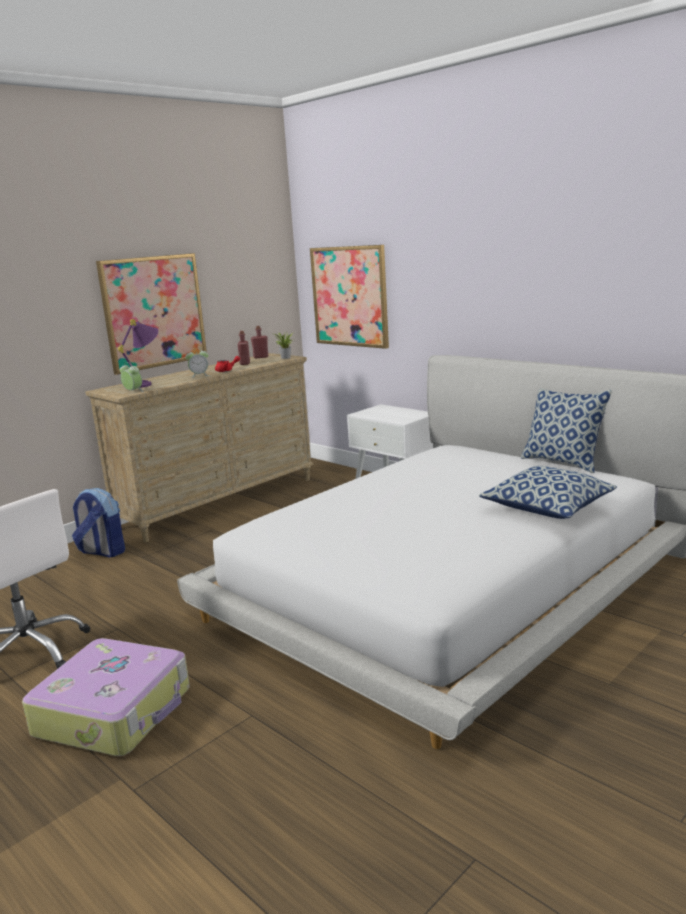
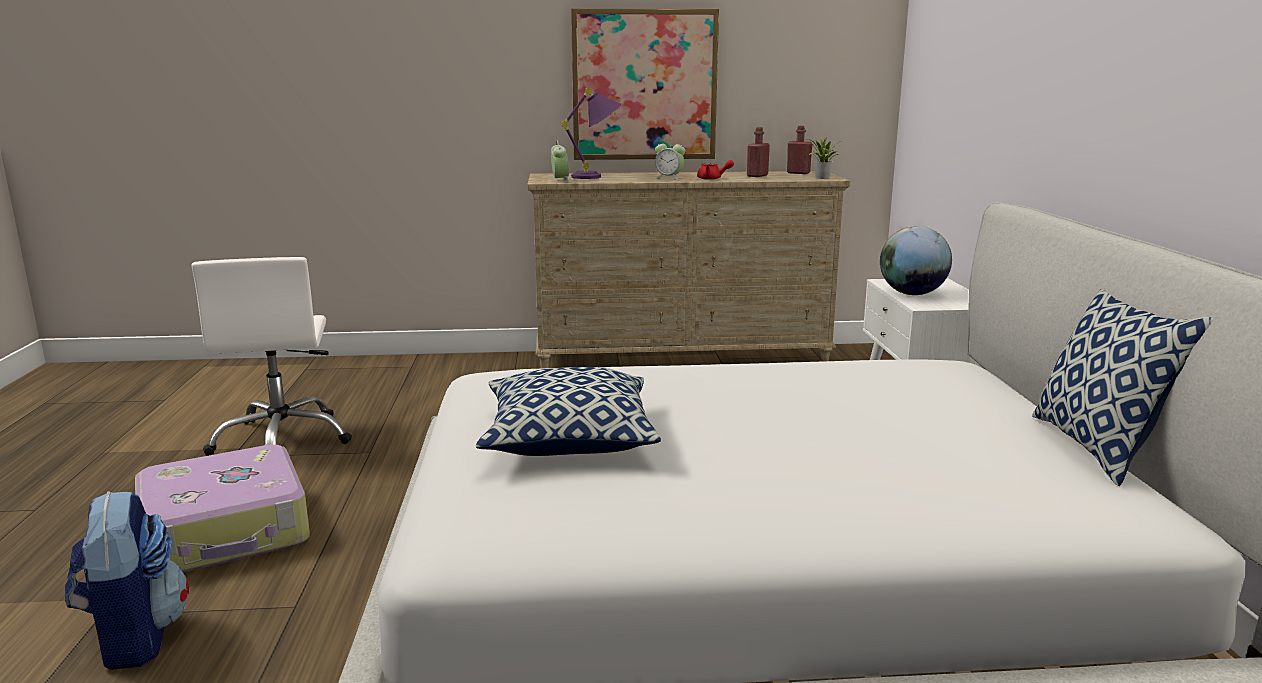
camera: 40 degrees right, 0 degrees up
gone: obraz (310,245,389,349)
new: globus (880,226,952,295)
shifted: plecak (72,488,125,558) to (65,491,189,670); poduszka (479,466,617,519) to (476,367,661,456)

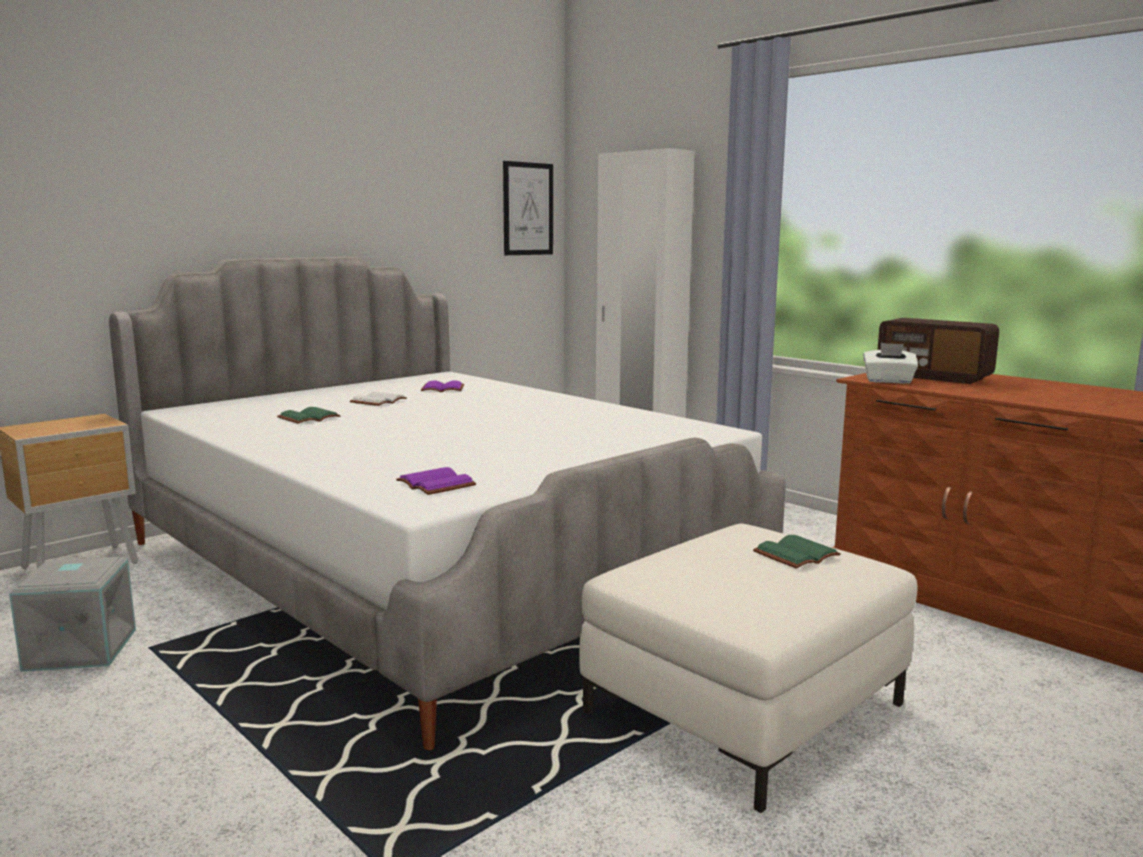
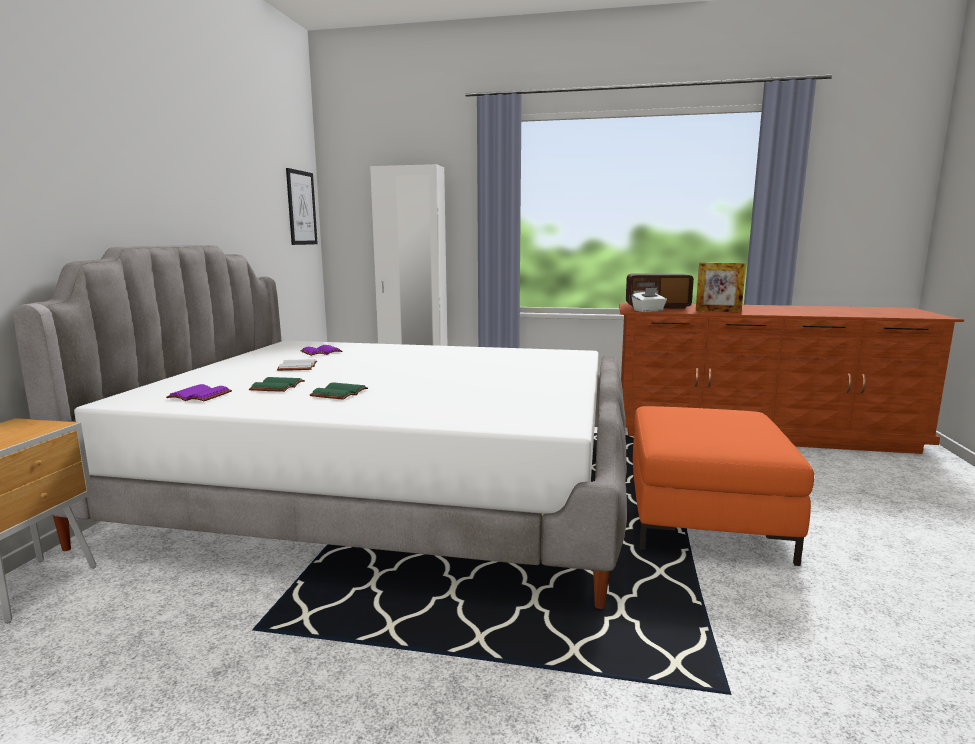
camera: 35 degrees left, 0 degrees up
gone: pojemnik do przechowywania [szary] (9,557,136,672)
new: ramka na zdjęcie (696,263,746,313)
shifted: książka [fioletowy] (396,467,476,495) to (166,384,232,401); książka [zielony] (753,535,841,569) to (310,383,368,400)
repainted: pufa [biały] (579,524,917,813) to pufa [pomarańczowy] (633,406,814,566)

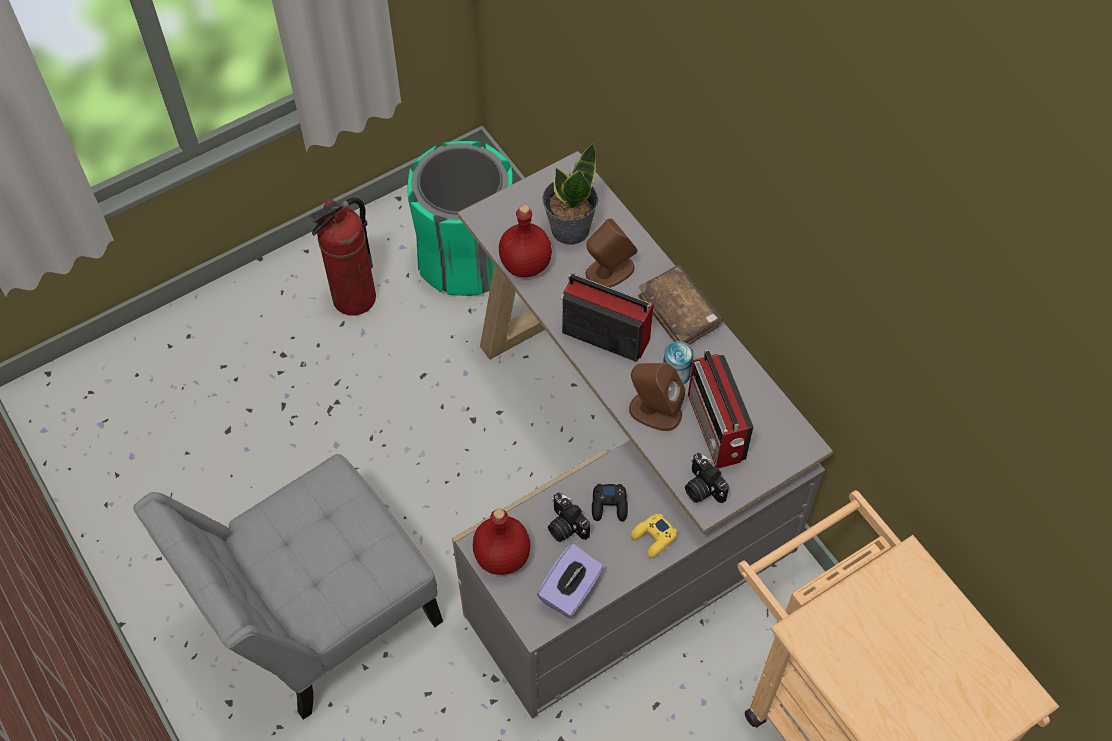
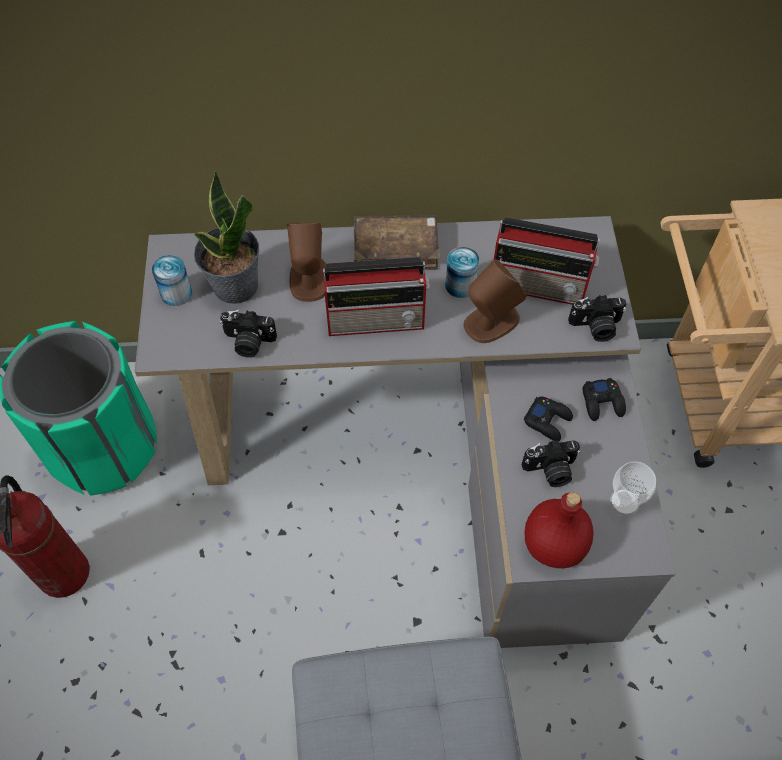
camera: 60 degrees left, 0 degrees up
new: puszka (152,255,192,306)
swapped: butelka [czerwony] (499,205,552,277) to aparat fotograficzny (220,310,277,358); pudełko chusteczek [fioletowy] (537,544,603,618) to filiżanka (610,461,656,515)
repainted: pad do gier [żółty] (631,514,677,558) to pad do gier [czarny] (583,378,626,421)
rotated: radio (561,274,654,362) = (323,257,430,336) 150 degrees counterclockwise

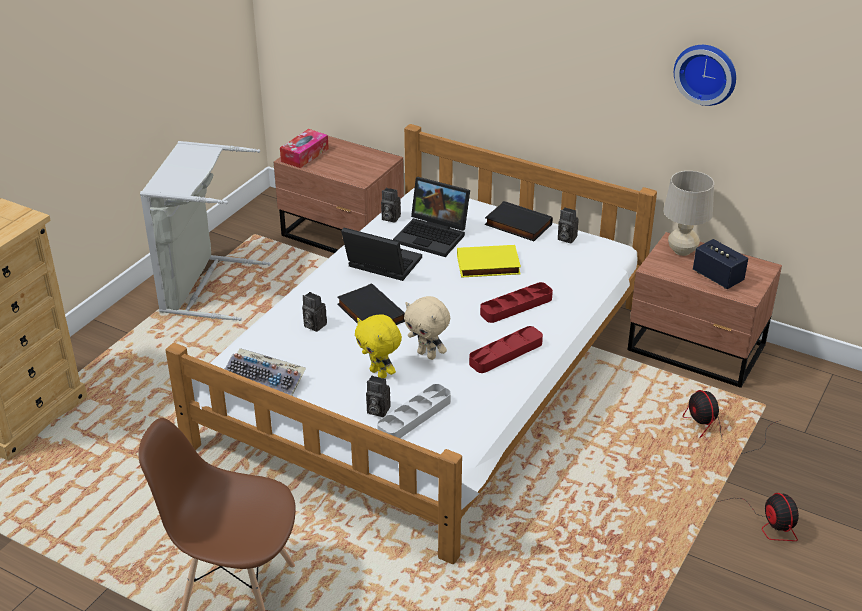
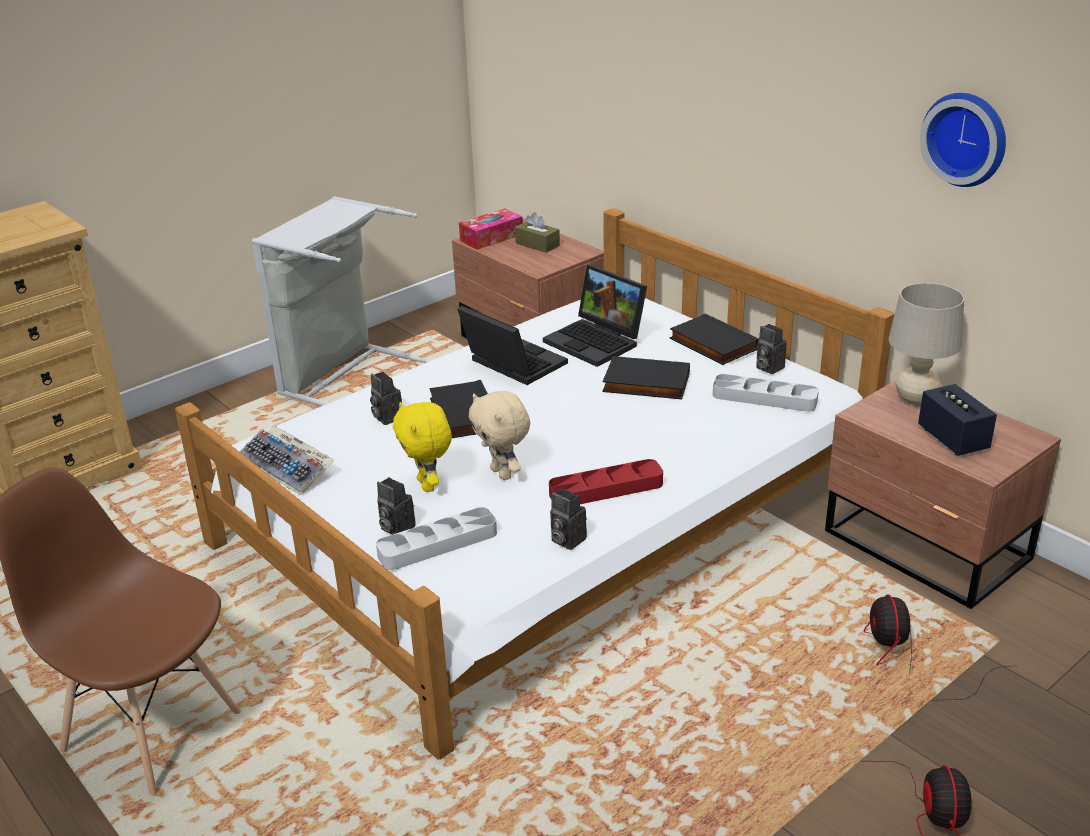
camera: 20 degrees right, 5 degrees down
gone: taca [czerwony] (480,282,553,323)
new: pudełko chusteczek [brązowy] (515,212,560,253); taca [szary] (713,374,819,412)
shifted: aparat fotograficzny (381,188,401,223) to (550,488,587,550)
repainted: książka [żółty] (457,245,521,278) to książka [czarny] (602,356,690,399)

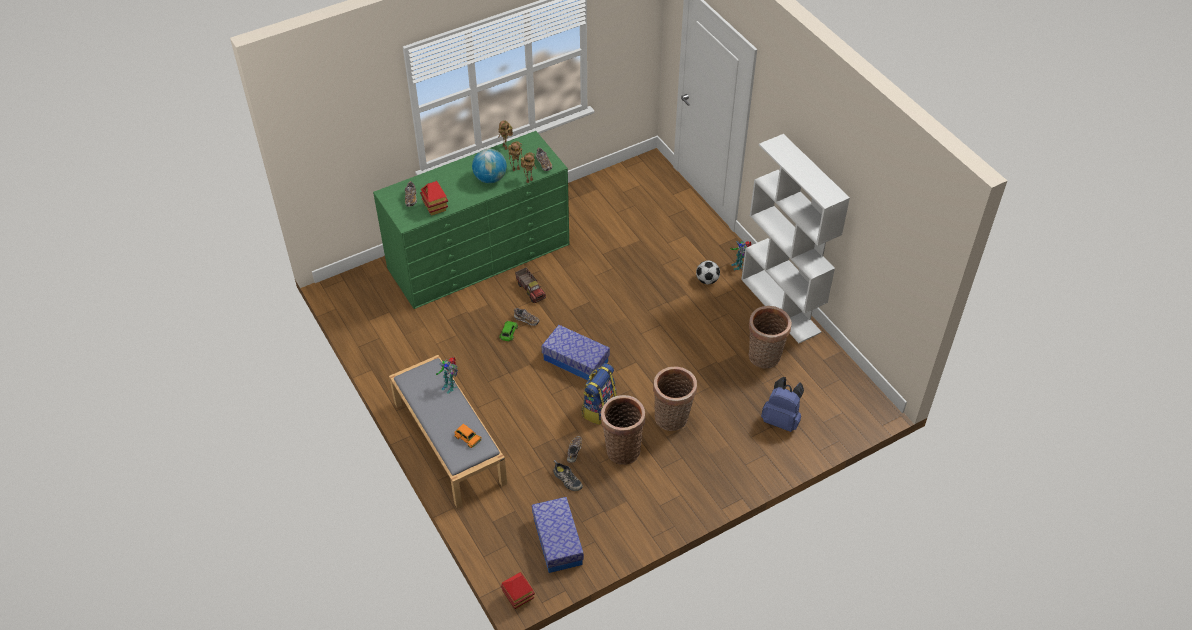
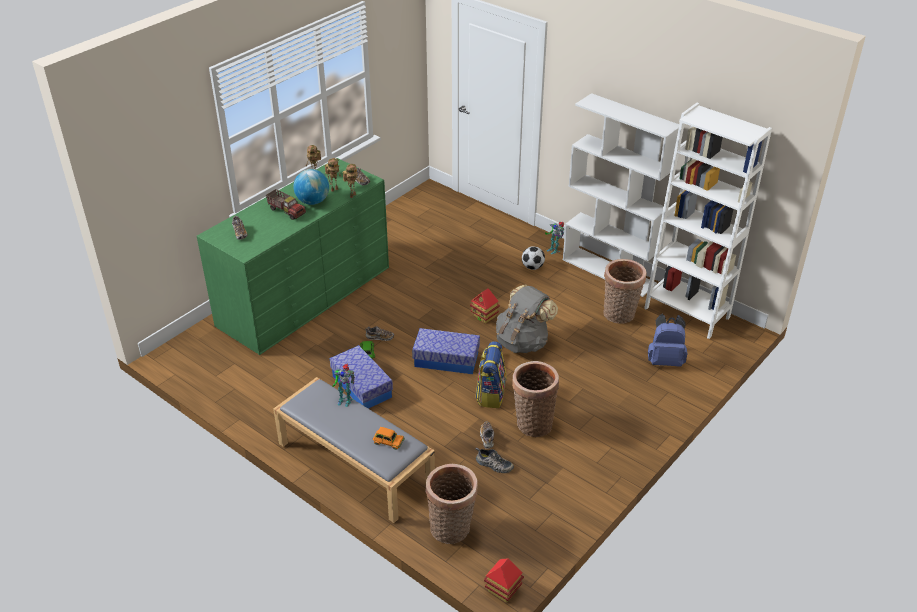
camera: 20 degrees left, 10 degrees down
new: plecak [szary] (496,284,558,353); regał [biały] (644,103,772,339)
shifted: ciężarówka zabawkowa (515,268,546,303) to (266,189,306,220); pojemnik do przechowywania (532,497,584,573) to (330,345,393,409); koszyk (653,366,697,431) to (425,464,478,544); domek (420,181,448,216) to (470,288,500,324)

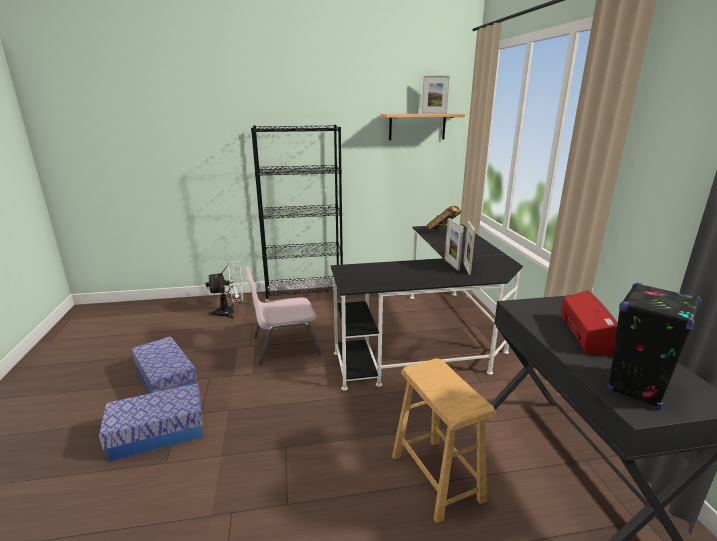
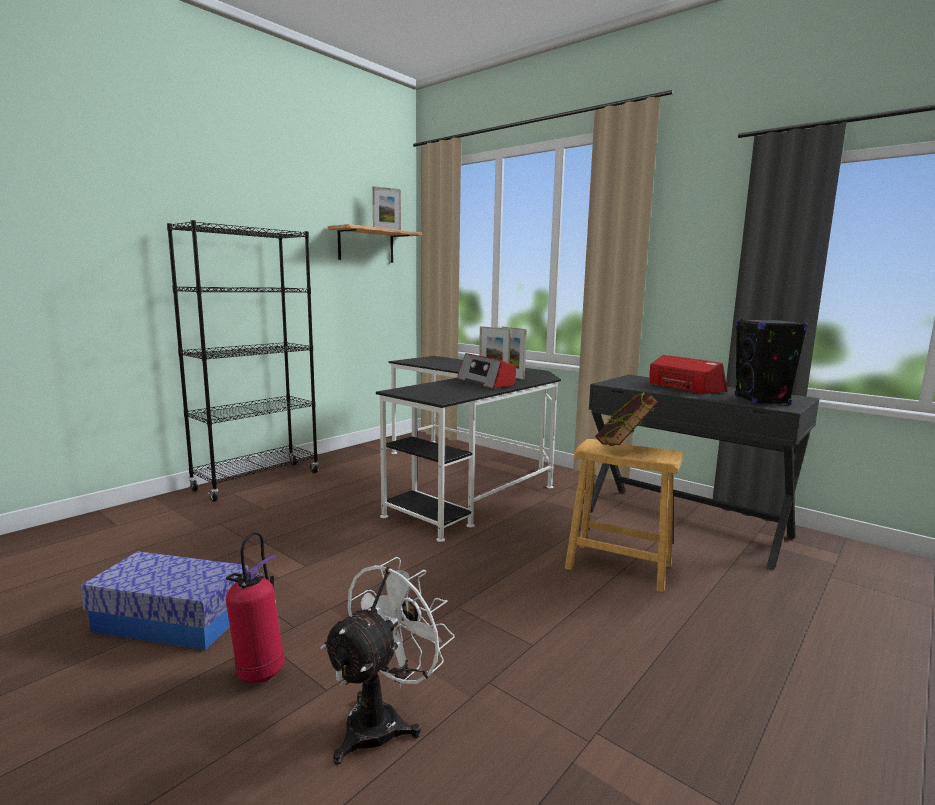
camera: 40 degrees left, 10 degrees down
gone: krzesło [różowy] (245,266,321,364)
new: radio (457,353,516,389)
shifted: wentylator [biały] (206,261,243,319) to (320,557,454,765); książka (427,205,462,231) to (595,392,659,446)
swapped: pojemnik do przechowywania (99,383,203,462) to gaśnica (226,531,285,683)

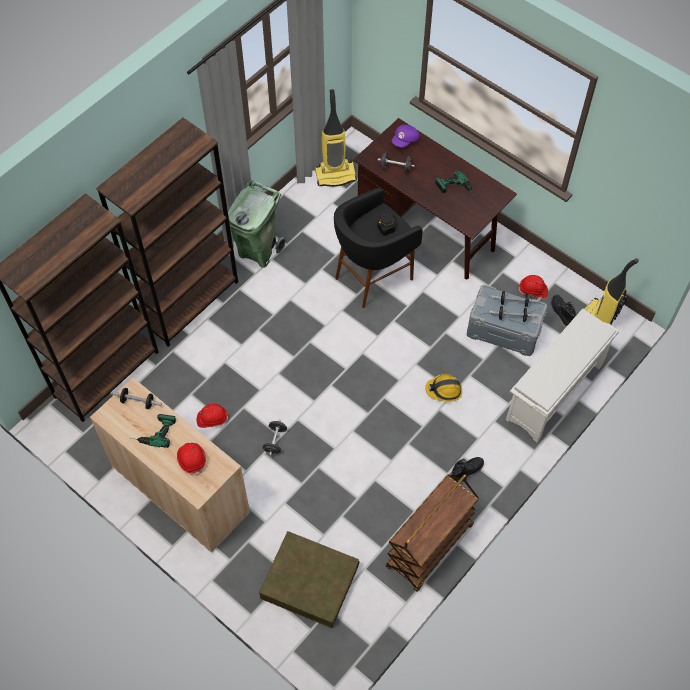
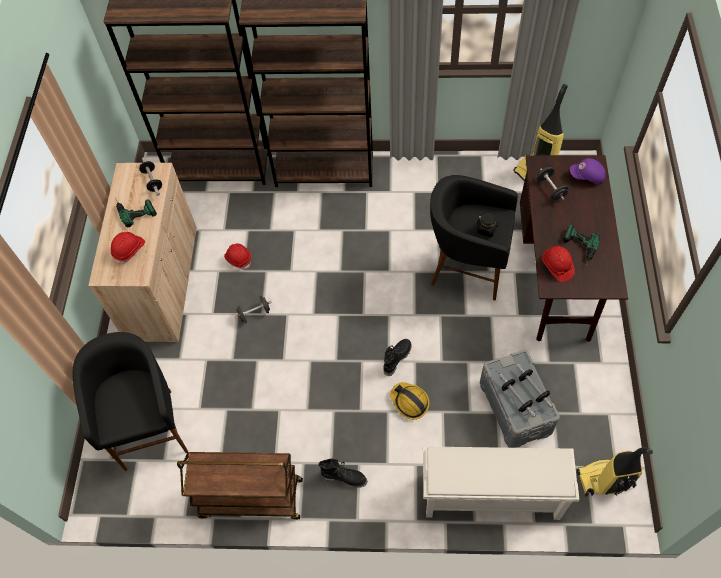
camera: 55 degrees right, 0 degrees up
gone: kosz na śmieci [zielony] (228,180,286,268)
shifted: but z cholewką [czarny] (551,295,576,328) to (383,339,412,376); kask [czerwony] (518,275,548,298) to (542,246,575,282)
swapped: pojemnik do przechowywania [brązowy] (259,531,360,628) to stołek [czarny] (72,332,188,471)

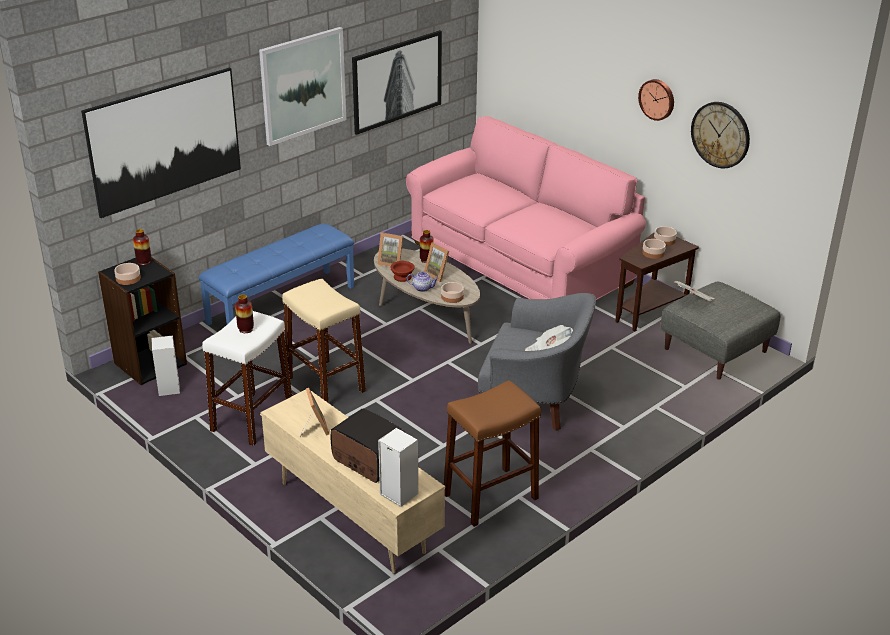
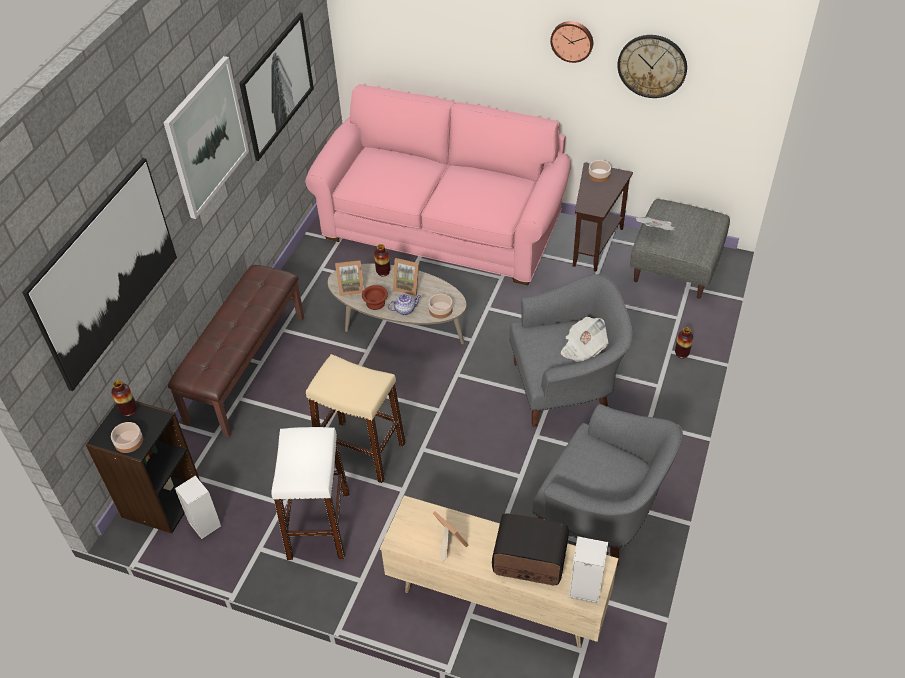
camera: 25 degrees left, 15 degrees up
gone: miska (642,239,666,259)
shifted: wazon (235,295,254,333) to (675,327,693,359)
swapped: stołek [brązowy] (444,380,541,527) to fotel [szary] (532,404,683,566)
repainted: ławka [niebieski] (199,224,354,326) to ławka [brązowy] (168,265,304,438)

